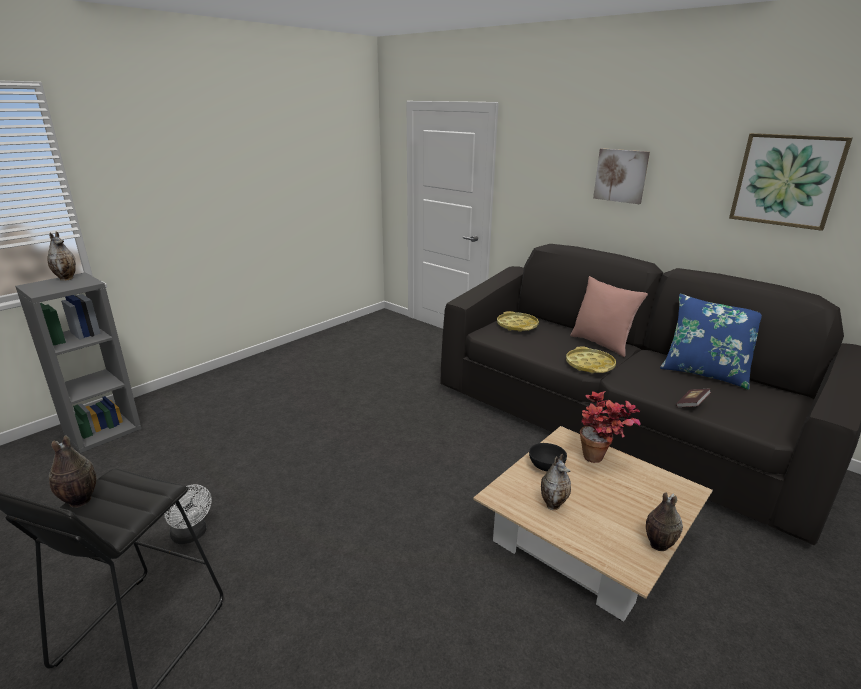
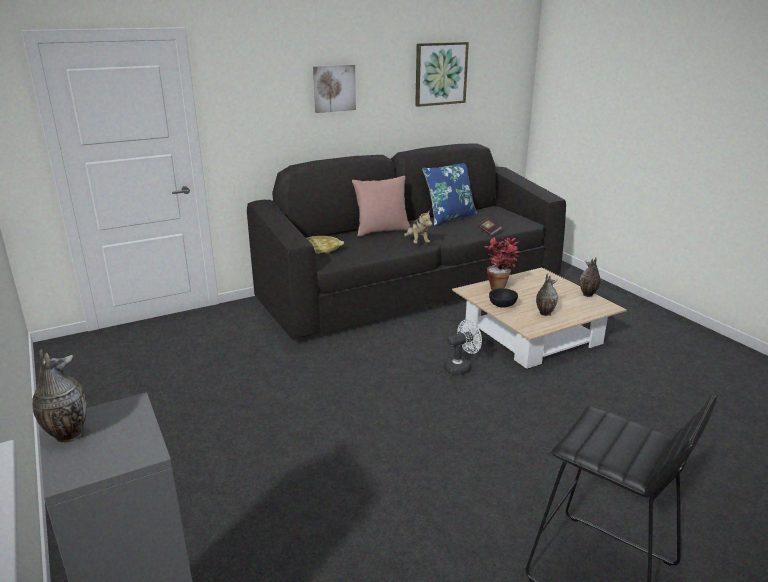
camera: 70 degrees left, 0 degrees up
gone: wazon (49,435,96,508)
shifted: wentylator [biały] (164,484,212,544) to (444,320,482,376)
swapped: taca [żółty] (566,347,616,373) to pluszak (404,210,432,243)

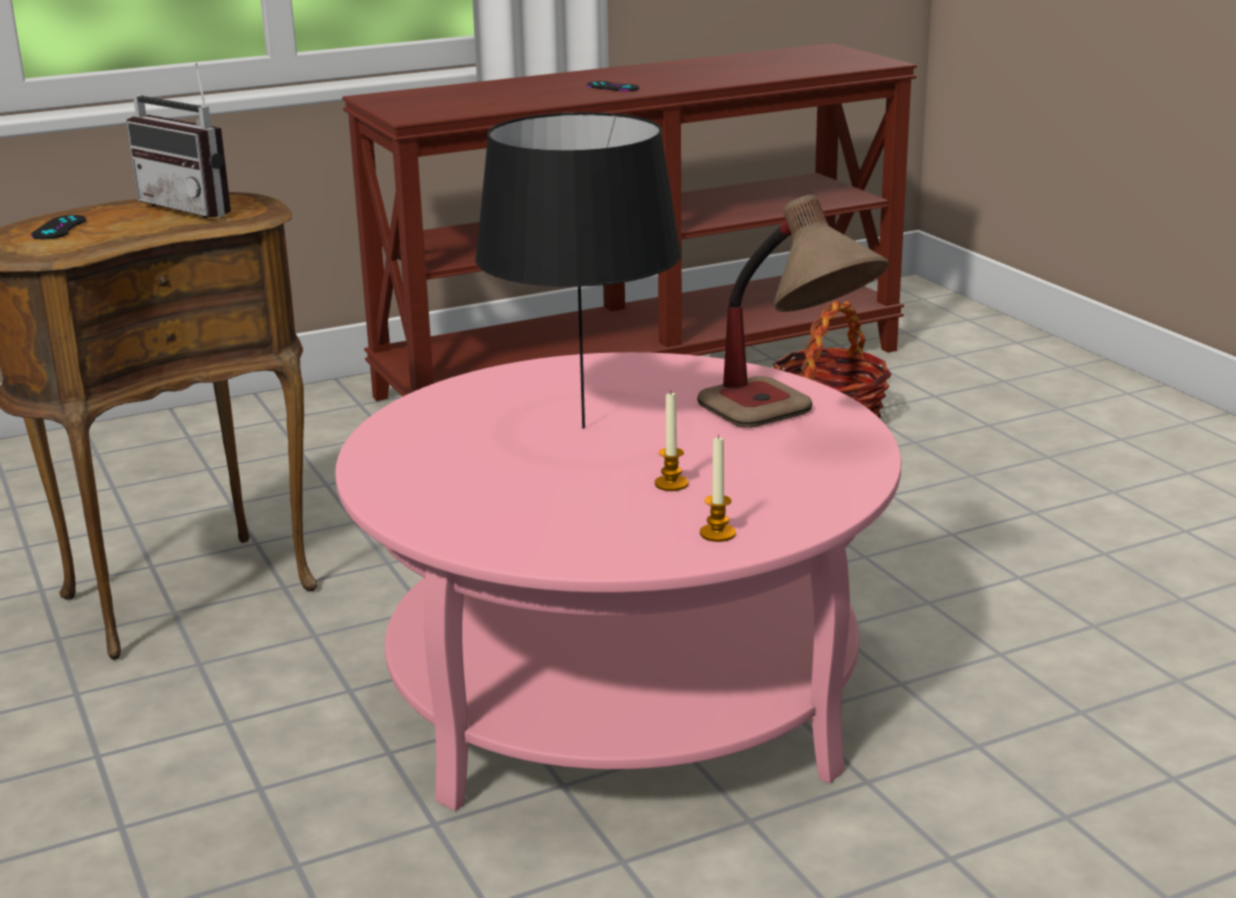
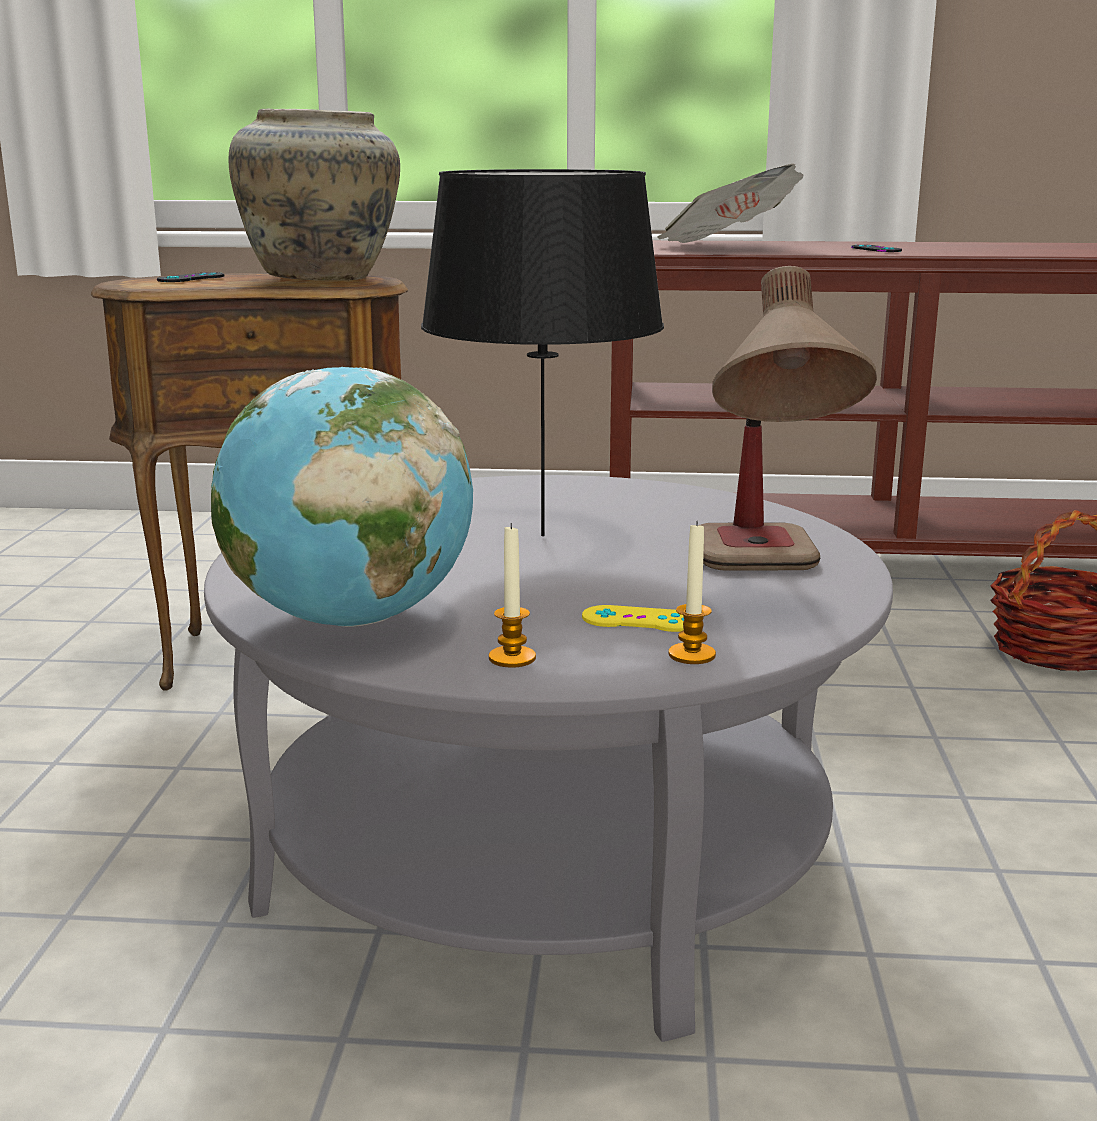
camera: 30 degrees right, 5 degrees down
new: globus (211,367,473,627); pad do gier [żółty] (582,605,684,632); gazeta (657,164,804,243)
shifted: świeca (655,390,688,491) to (668,521,716,664)
swapped: radio (126,63,231,218) to wazon [beżowy] (229,109,400,281)
repainted: ława [różowy] (335,352,901,811) to ława [szary] (204,475,893,1042)

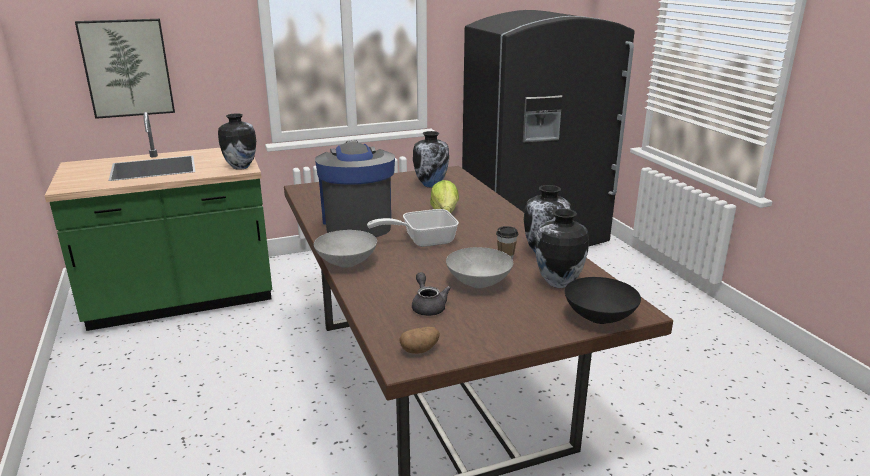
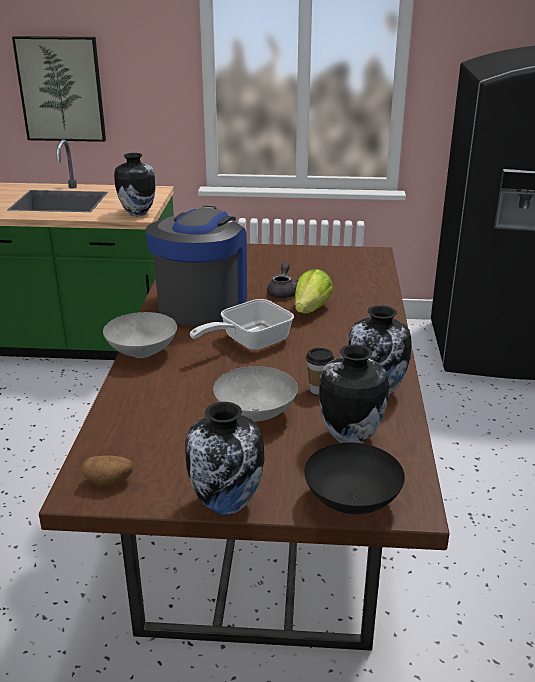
camera: 25 degrees right, 5 degrees up
shifted: wazon (413,131,449,187) to (185,402,265,515); imbryk [szary] (412,272,451,316) to (267,262,299,298)
rotated: patelnia (367,209,459,247) = (190,299,294,350) 45 degrees counterclockwise

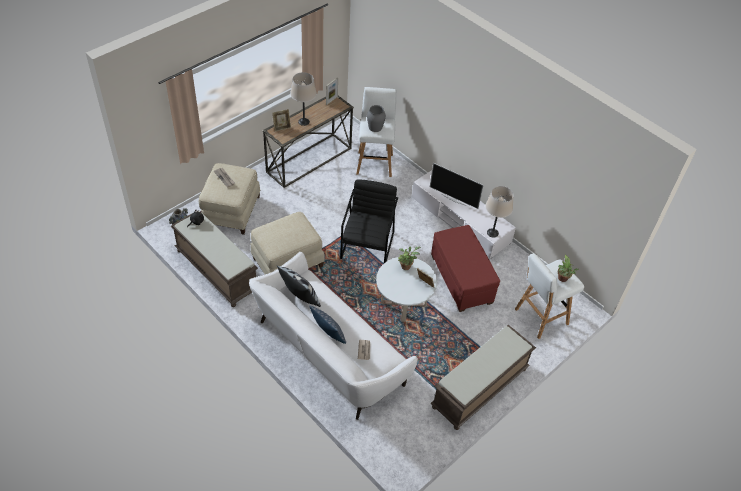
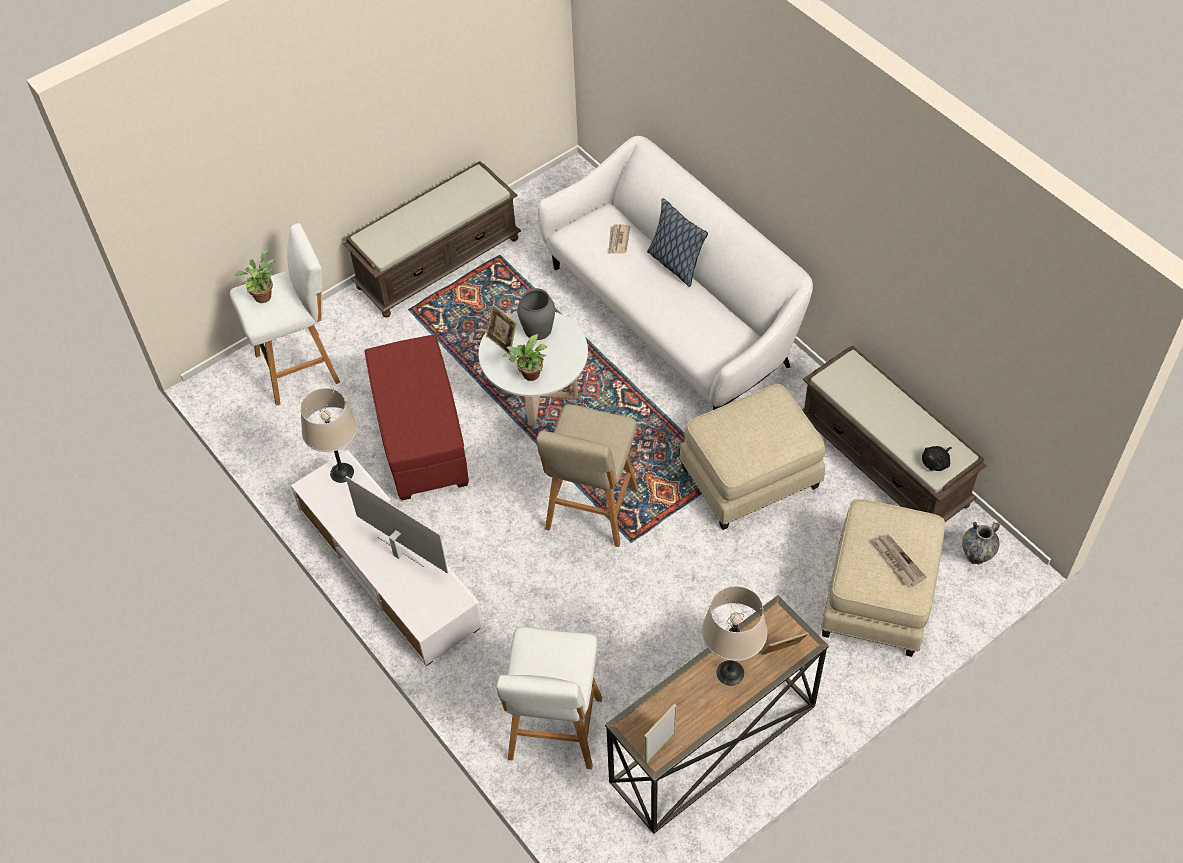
camera: 170 degrees left, 5 degrees up
gone: poduszka (277,265,321,307)
shifted: wazon [szary] (367,105,386,132) to (517,288,555,340)
swapped: fotel [czarny] (340,179,398,263) to stołek [beżowy] (536,404,638,547)

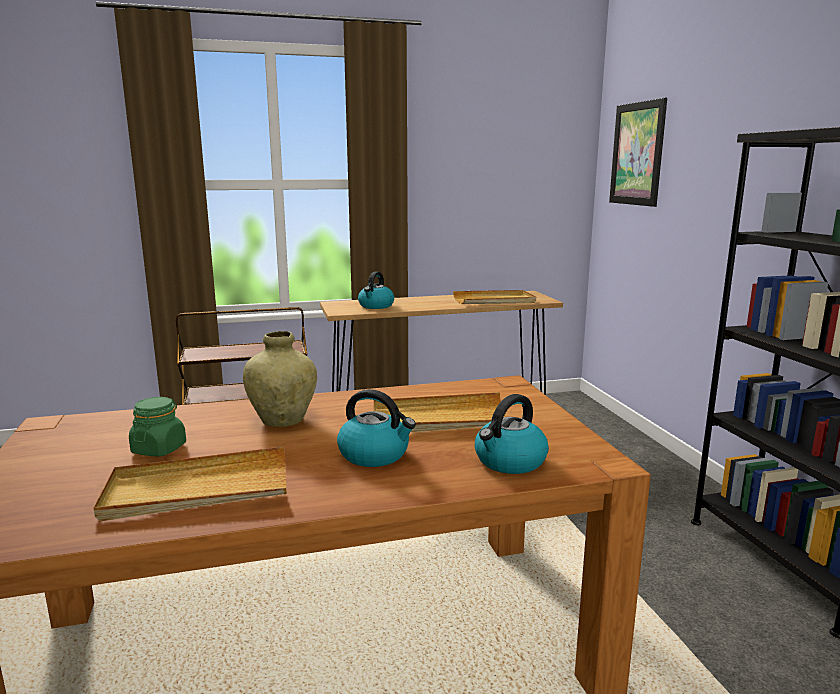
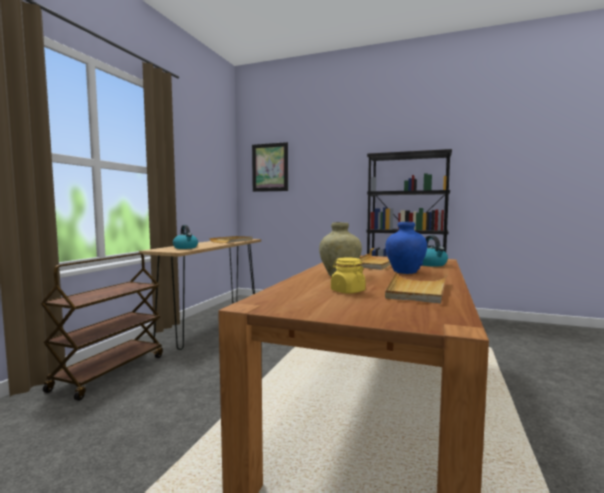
camera: 55 degrees left, 10 degrees down
swapped: czajnik (337,389,416,467) to wazon [niebieski] (385,222,427,274)
repainted: słoik [zielony] (129,397,186,456) to słoik [żółty] (331,257,366,293)

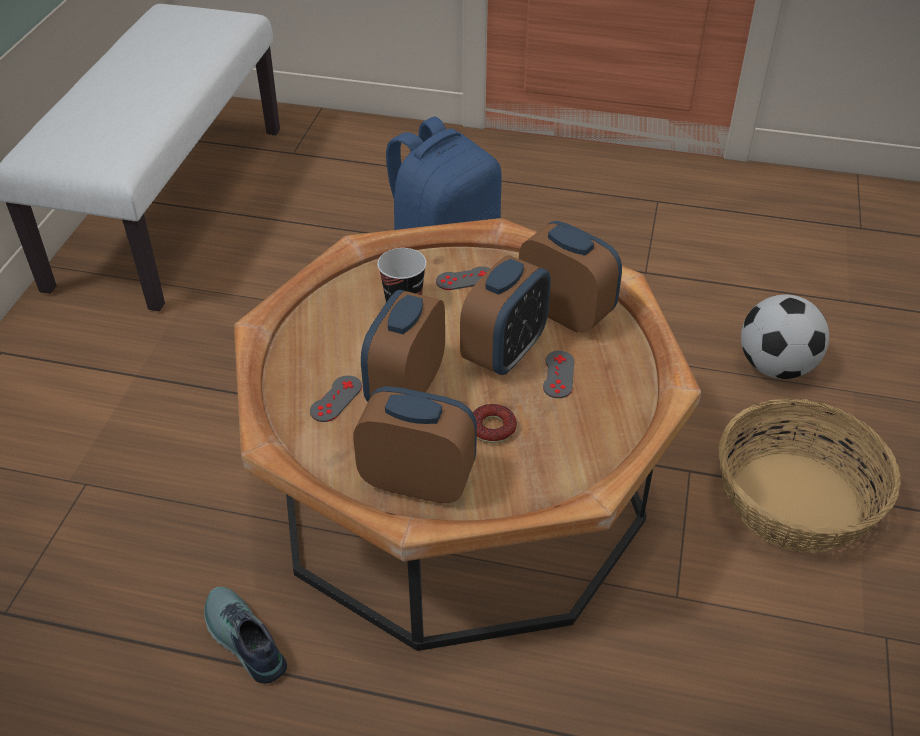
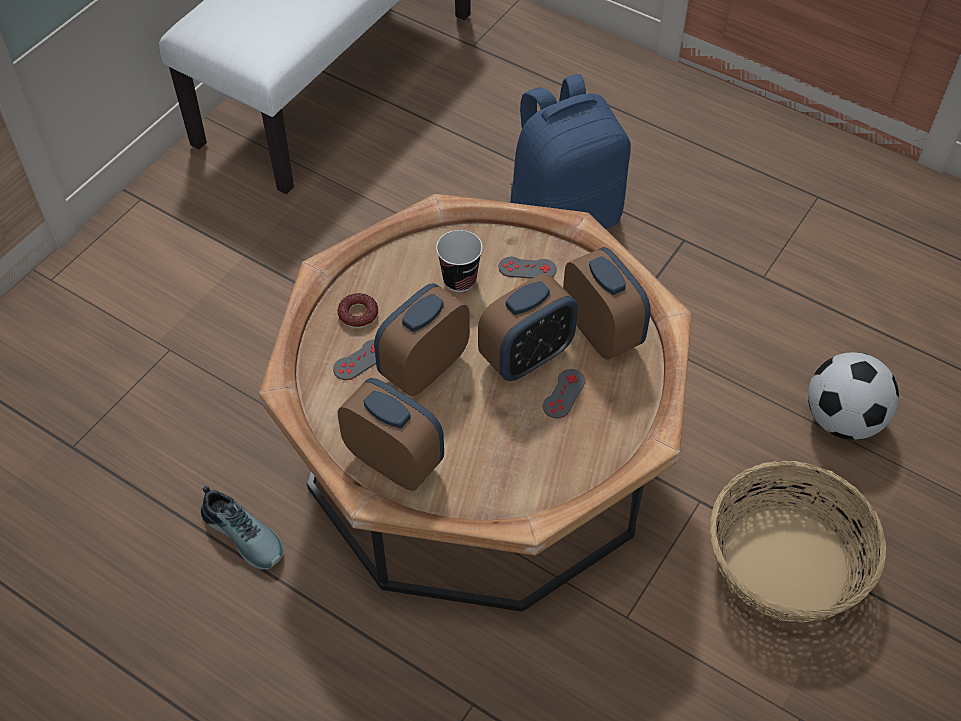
camera: 20 degrees right, 10 degrees up
shifted: donut (473,404,517,443) to (338,293,378,328)
rotated: but (204,587,287,684) = (201,486,284,570) 150 degrees clockwise

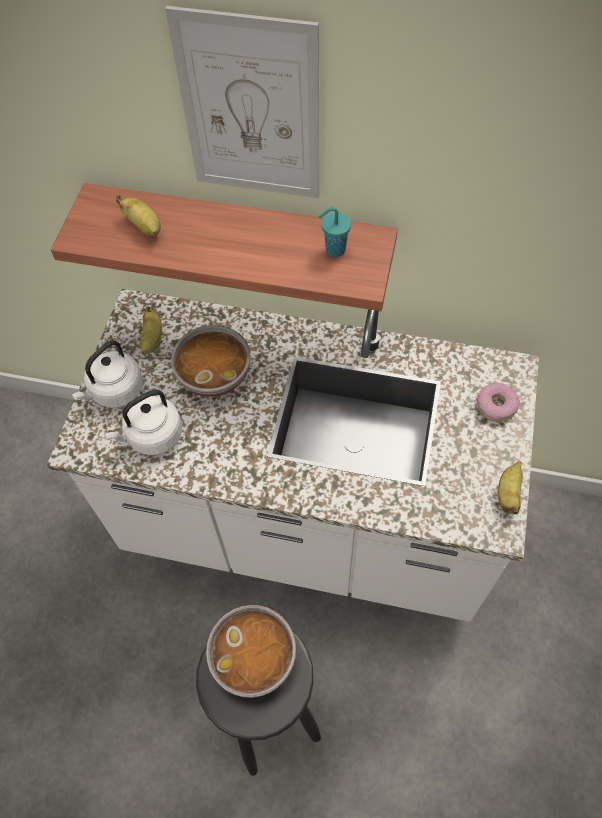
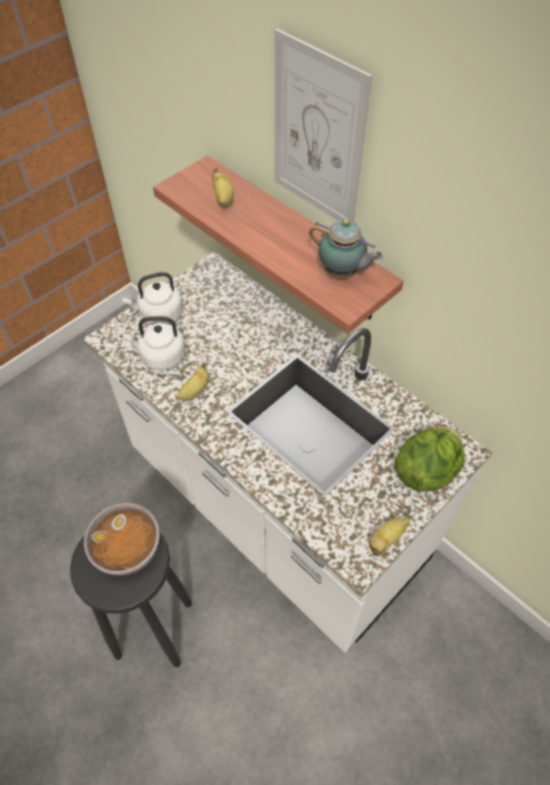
camera: 30 degrees right, 5 degrees down
gone: miska (171,325,251,397)
shifted: banan (140,306,162,354) to (175,362,209,401)
swapped: filiżanka [turkusowy] (318,207,351,257) to imbryk (309,219,383,278); donut (477,383,520,422) to sałata (395,427,465,492)

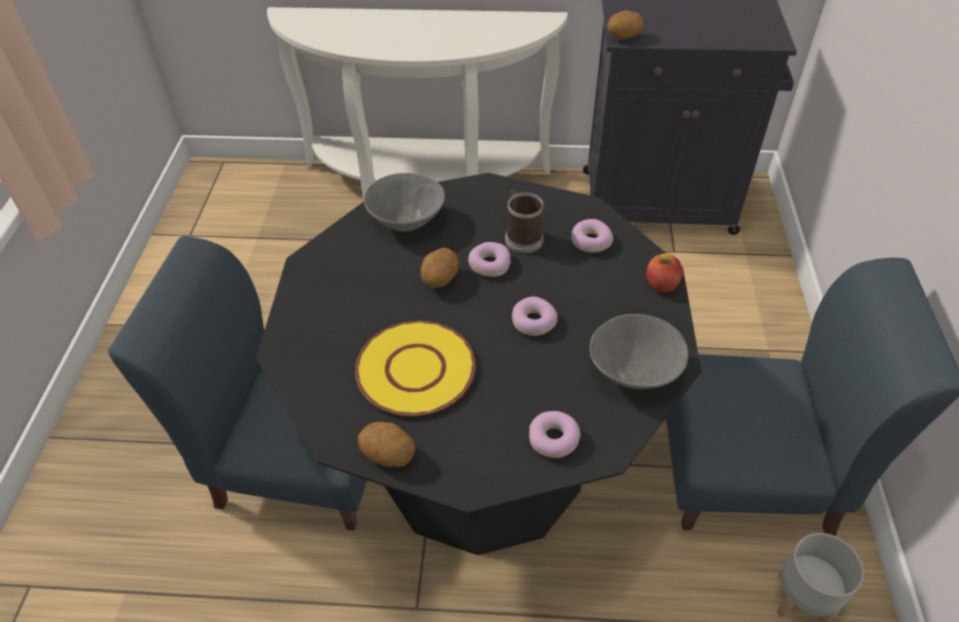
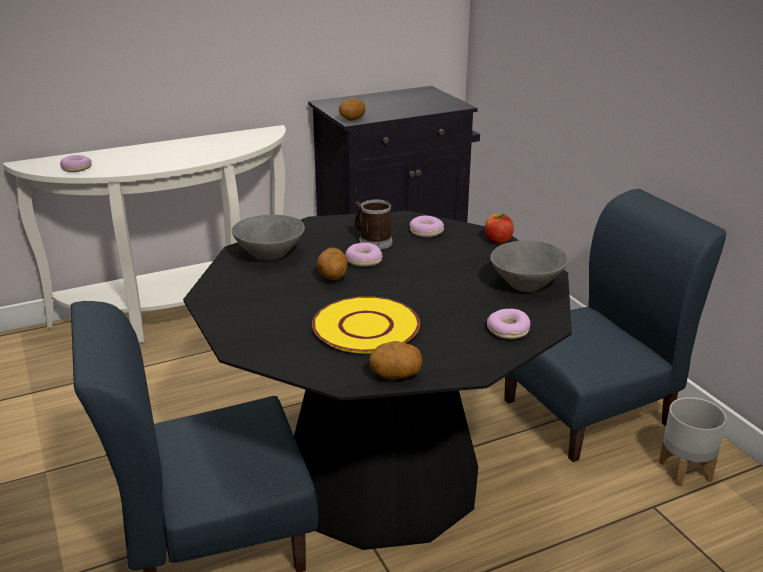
camera: 30 degrees left, 20 degrees down
shifted: donut (512,296,558,336) to (60,155,92,172)

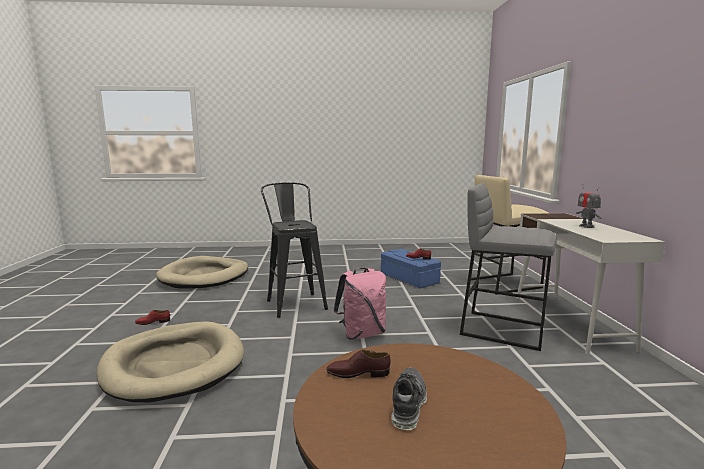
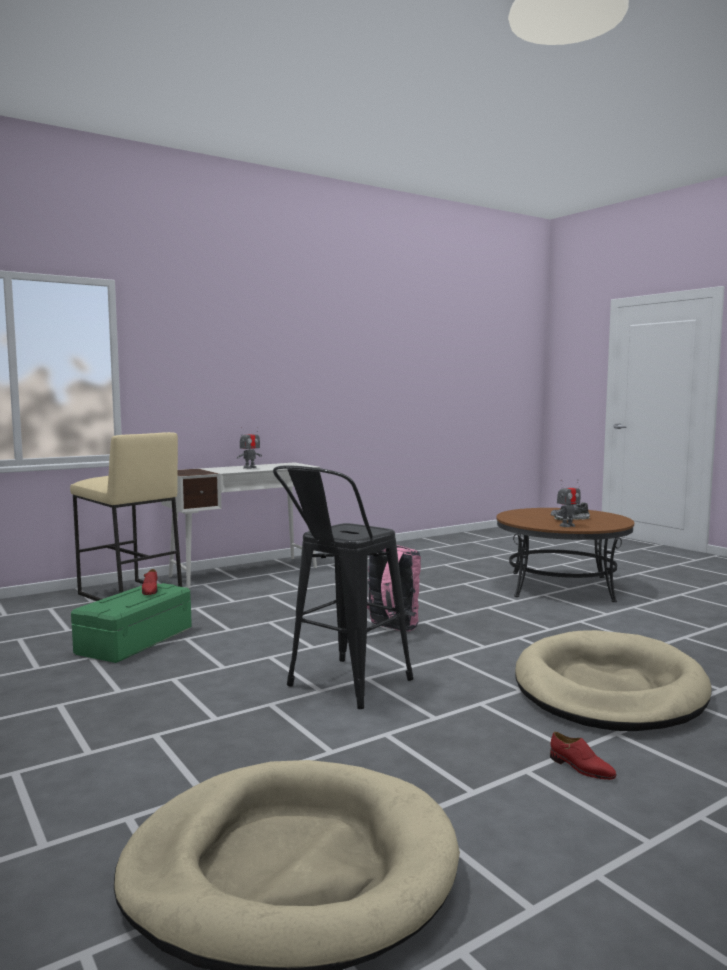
camera: 120 degrees left, 5 degrees down
gone: stołek [szary] (460,183,557,351)
swapped: but [brązowy] (326,350,391,378) to robot zabawkowy (554,480,581,527)
repainted: pojemnik do przechowywania [niebieski] (381,249,441,289) to pojemnik do przechowywania [zielony] (71,583,192,663)

